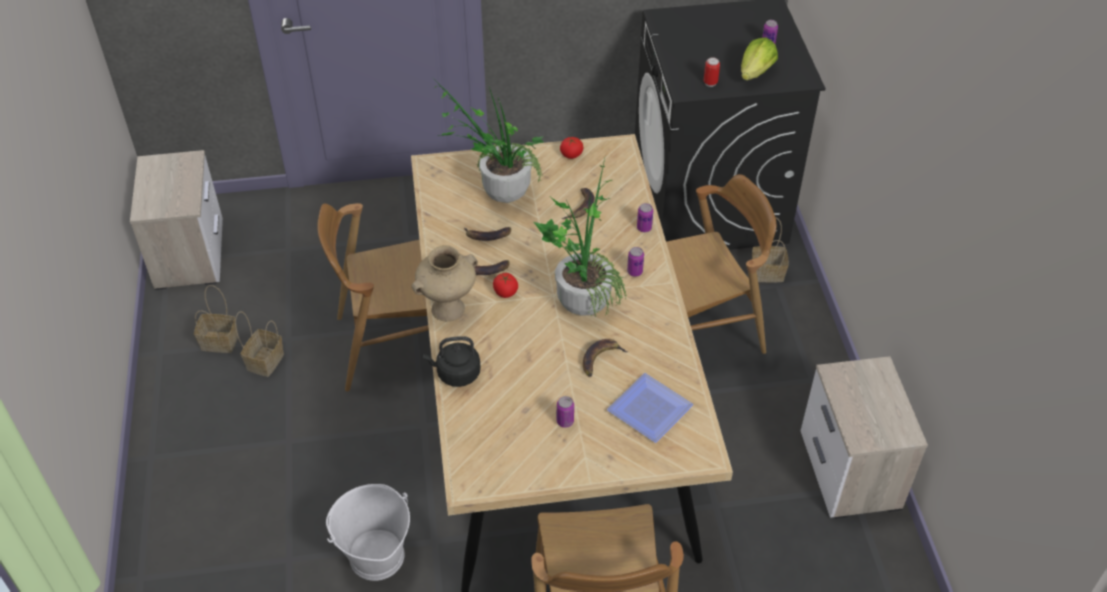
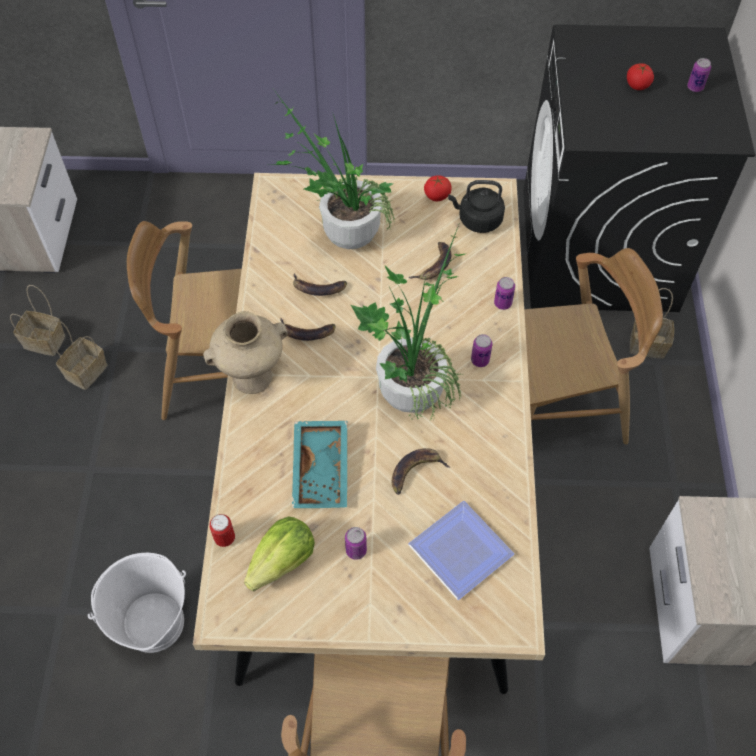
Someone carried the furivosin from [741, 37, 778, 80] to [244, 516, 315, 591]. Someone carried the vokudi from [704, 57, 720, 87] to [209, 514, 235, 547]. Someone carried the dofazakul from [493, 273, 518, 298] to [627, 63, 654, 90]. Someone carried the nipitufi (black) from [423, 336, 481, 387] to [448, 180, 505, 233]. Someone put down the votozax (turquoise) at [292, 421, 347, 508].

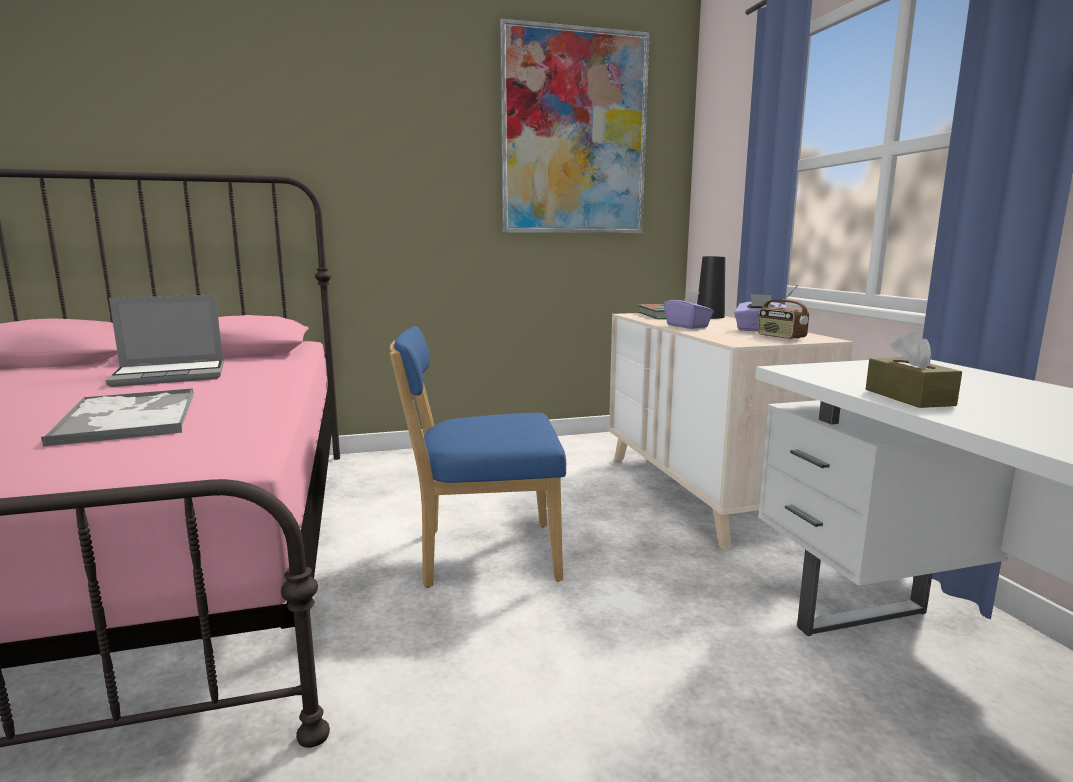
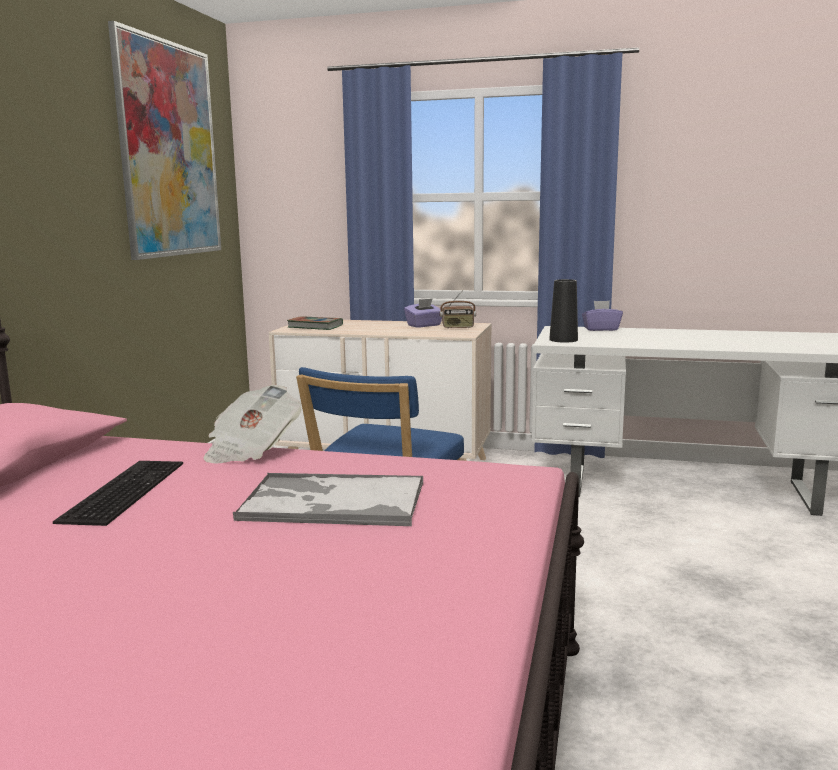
Someone carried the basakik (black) from [697, 256, 726, 319] to [549, 279, 578, 343]. Someone carried the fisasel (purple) from [664, 291, 714, 329] to [582, 300, 623, 331]. Someone swapped the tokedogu at [106, 295, 223, 387] for the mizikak at [53, 461, 183, 526]. Someone took away the fisasel (brown) at [866, 332, 962, 408]. Someone put down the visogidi at [203, 385, 301, 464].

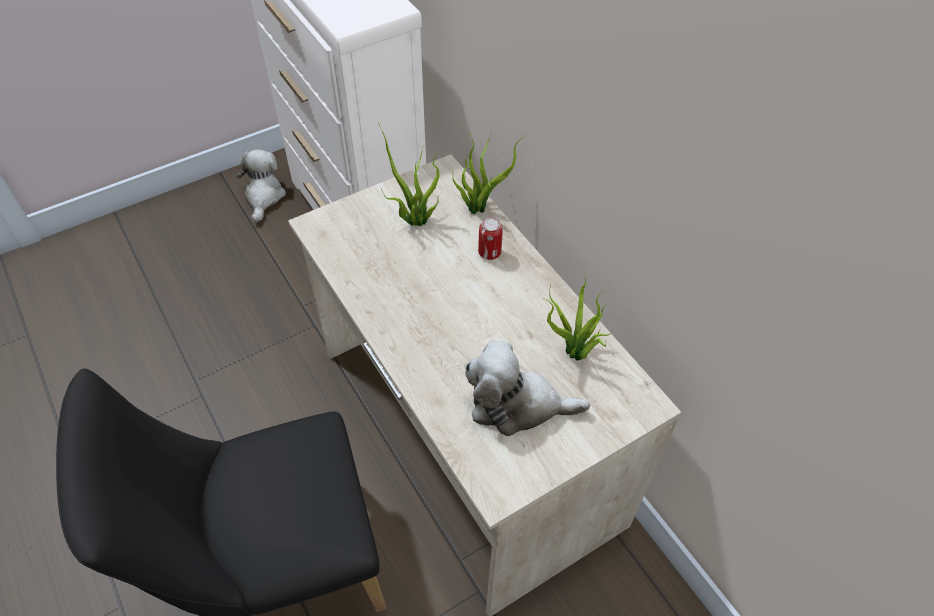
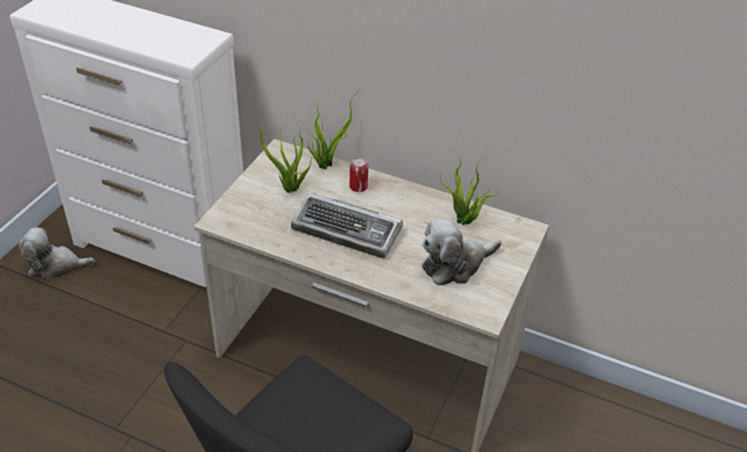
Someone rotated the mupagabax at [236, 150, 286, 222] by 60 degrees counterclockwise. Someone put down the mizikak at [291, 192, 403, 258].

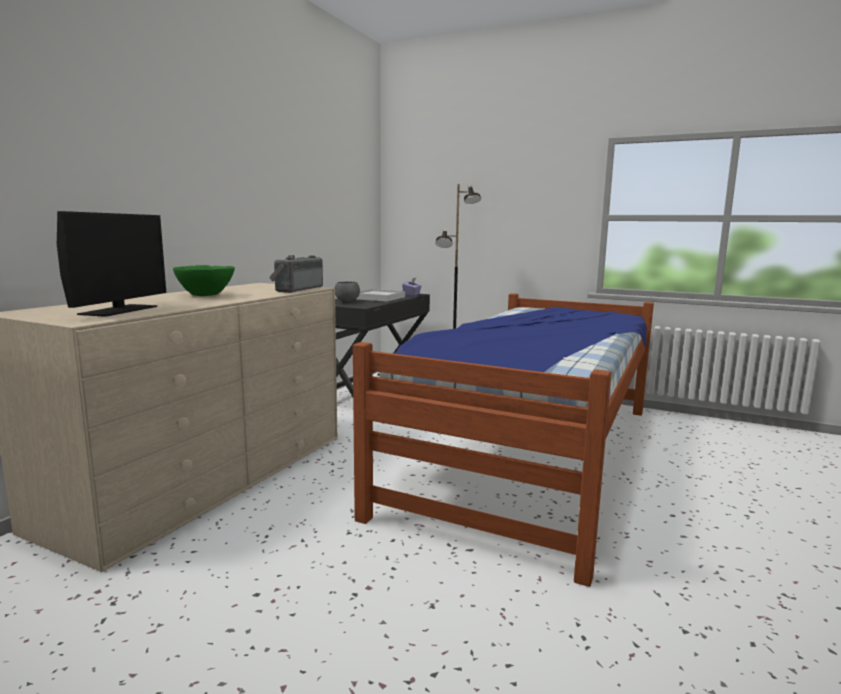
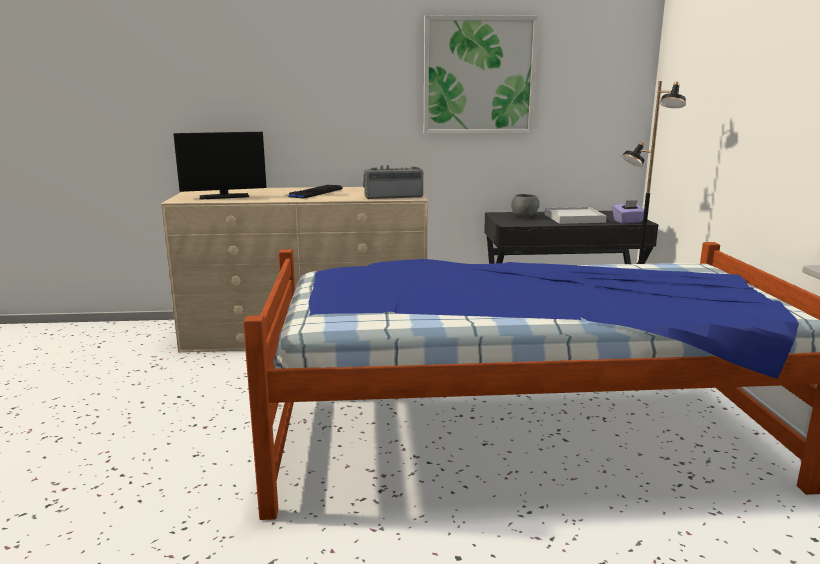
Someone swapped the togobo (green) at [173, 265, 235, 296] for the mizikak at [286, 185, 343, 199]. Someone put up the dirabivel at [424, 15, 539, 134].

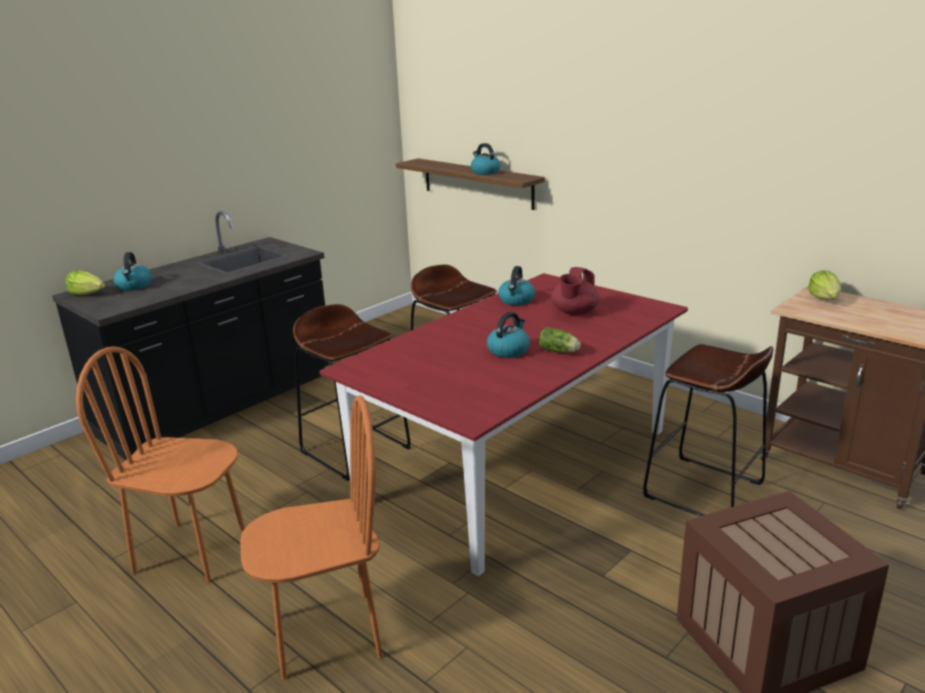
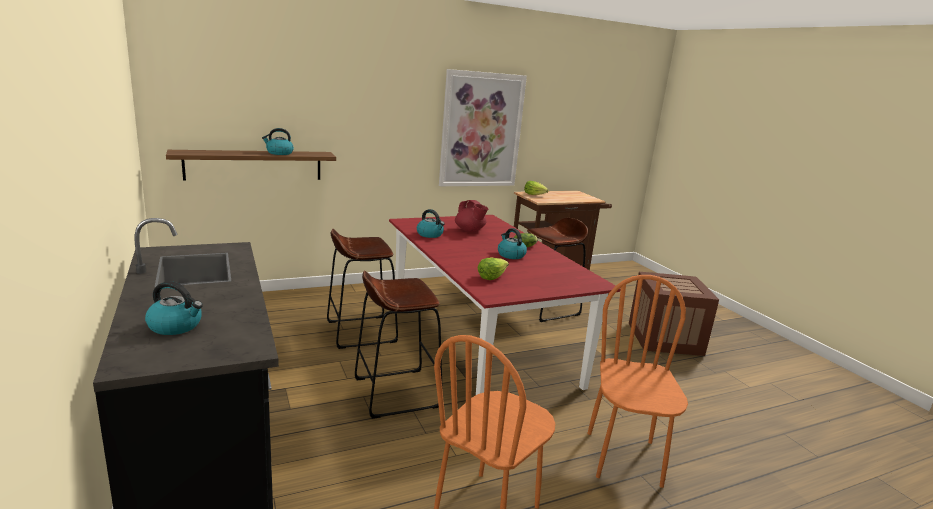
Someone carried the furivosin from [65, 270, 105, 295] to [478, 257, 509, 280]. Someone put up the dirabivel at [439, 69, 527, 186].

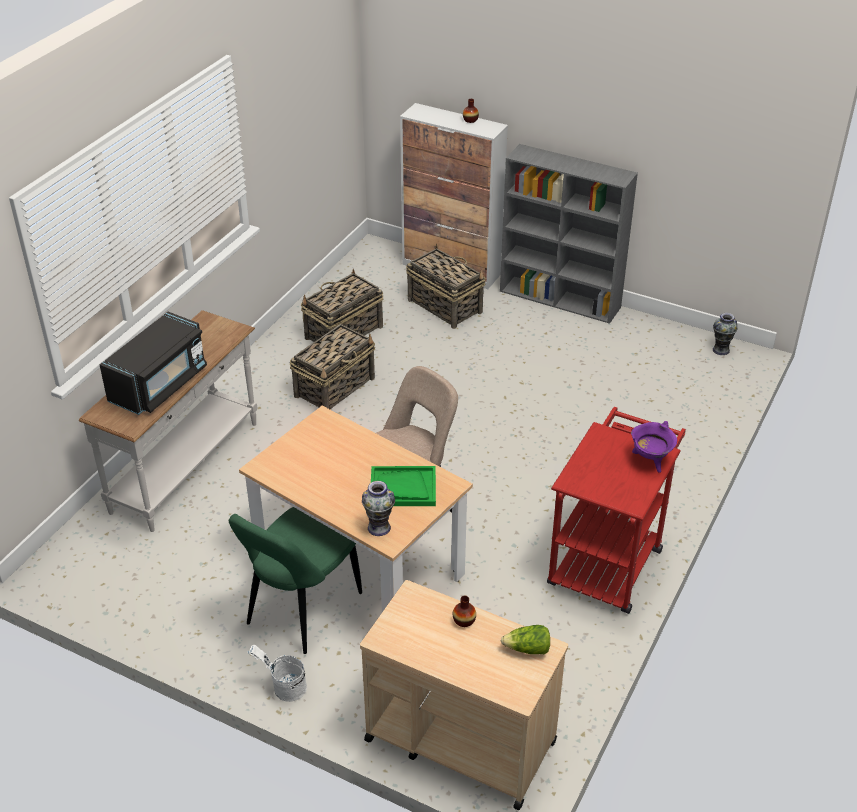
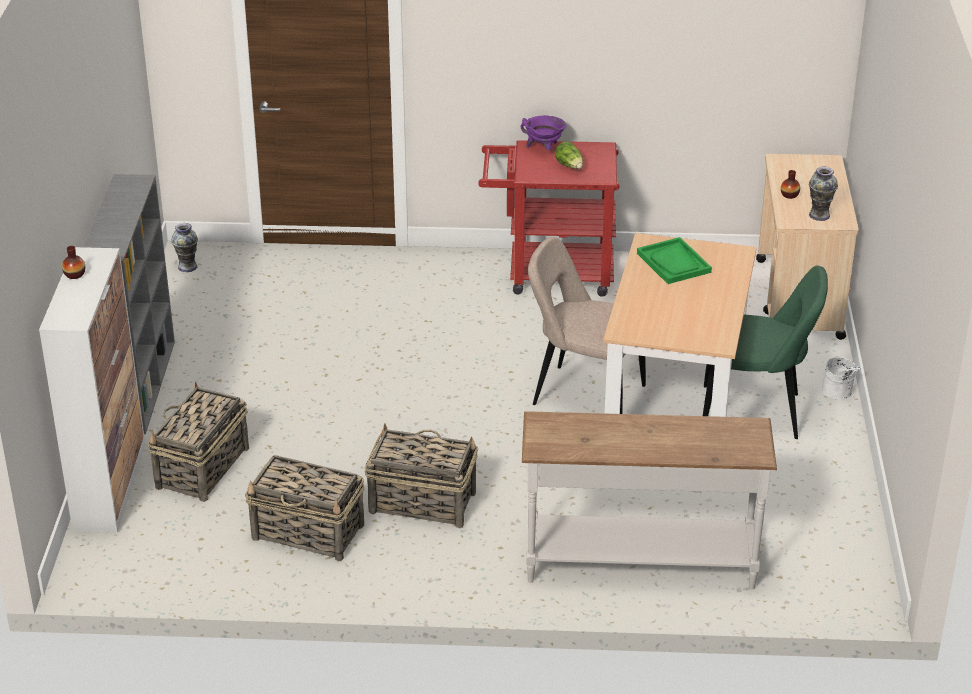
Someone took away the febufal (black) at [100, 312, 207, 415]. Someone carried the basakik from [362, 481, 395, 536] to [809, 166, 838, 221]. Someone carried the furivosin from [501, 625, 550, 654] to [555, 141, 583, 169].

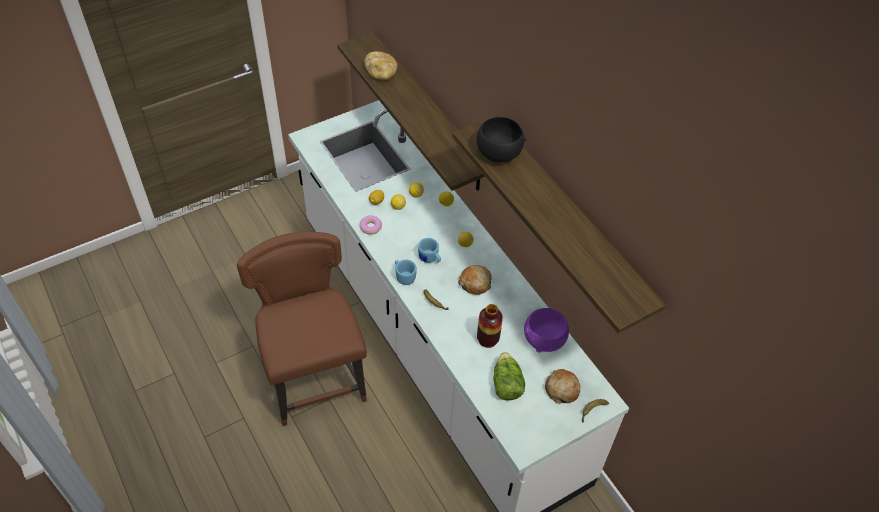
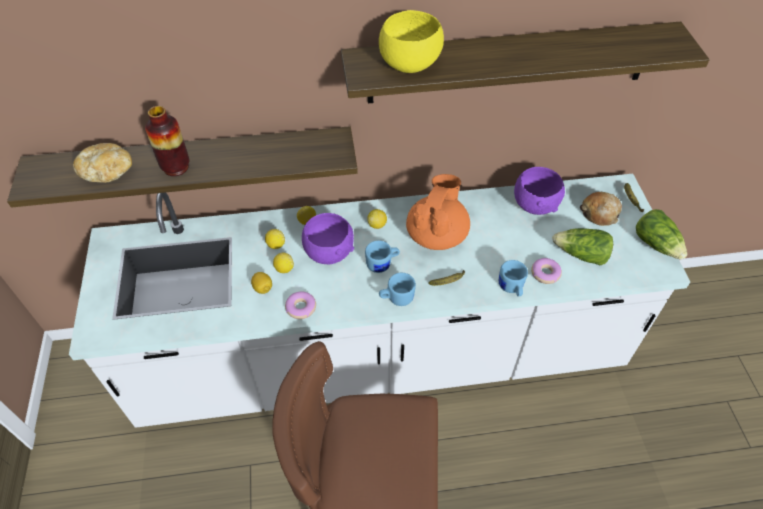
Someone repainted the togobo (black) at [477, 117, 526, 162], which became the togobo (yellow) at [379, 10, 444, 73]. Someone swapped the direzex at [458, 265, 492, 295] for the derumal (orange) at [406, 174, 470, 250]. Someone carried the basakik from [477, 304, 503, 348] to [145, 106, 189, 176]. Someone put down the furivosin at [636, 209, 687, 260]. Someone put down the togobo (purple) at [302, 213, 354, 264]. Someone put down the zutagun at [531, 258, 562, 284]. Someone put down the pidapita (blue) at [499, 260, 528, 297].

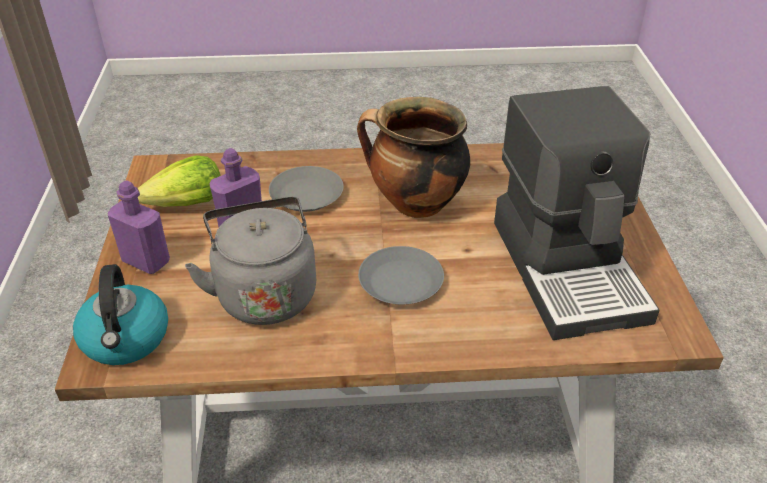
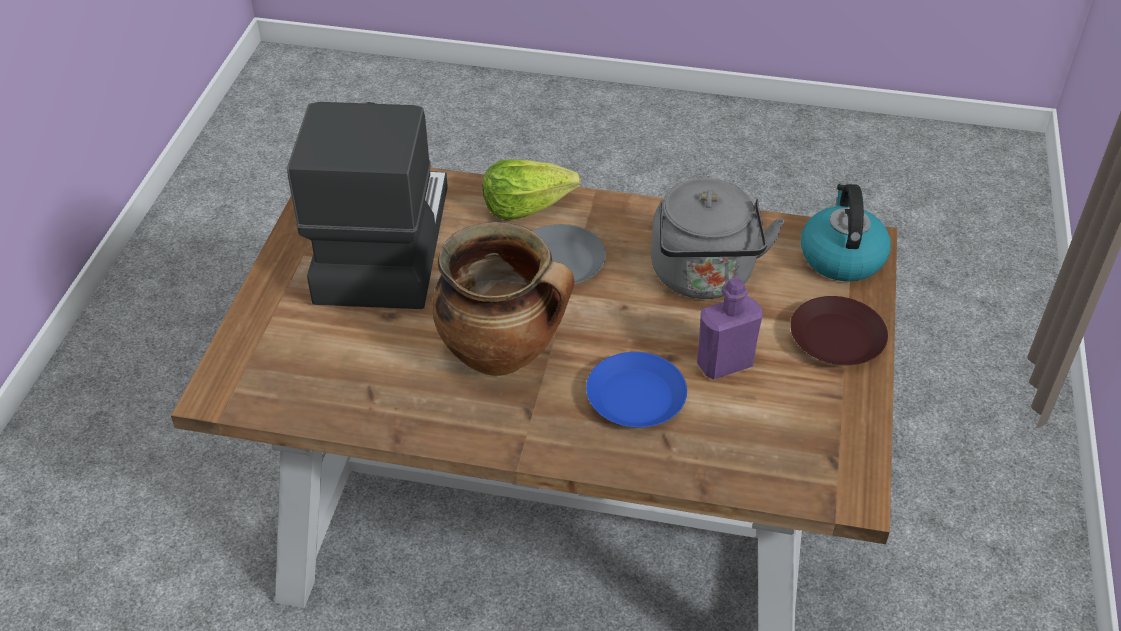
Someone carried the furivosin from [138, 155, 220, 207] to [483, 160, 581, 220]. Someone repainted the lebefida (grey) at [269, 166, 344, 212], which became the lebefida (blue) at [586, 352, 687, 427]. Someone swapped the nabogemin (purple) at [108, 181, 170, 274] for the lebefida (brown) at [790, 296, 888, 365].

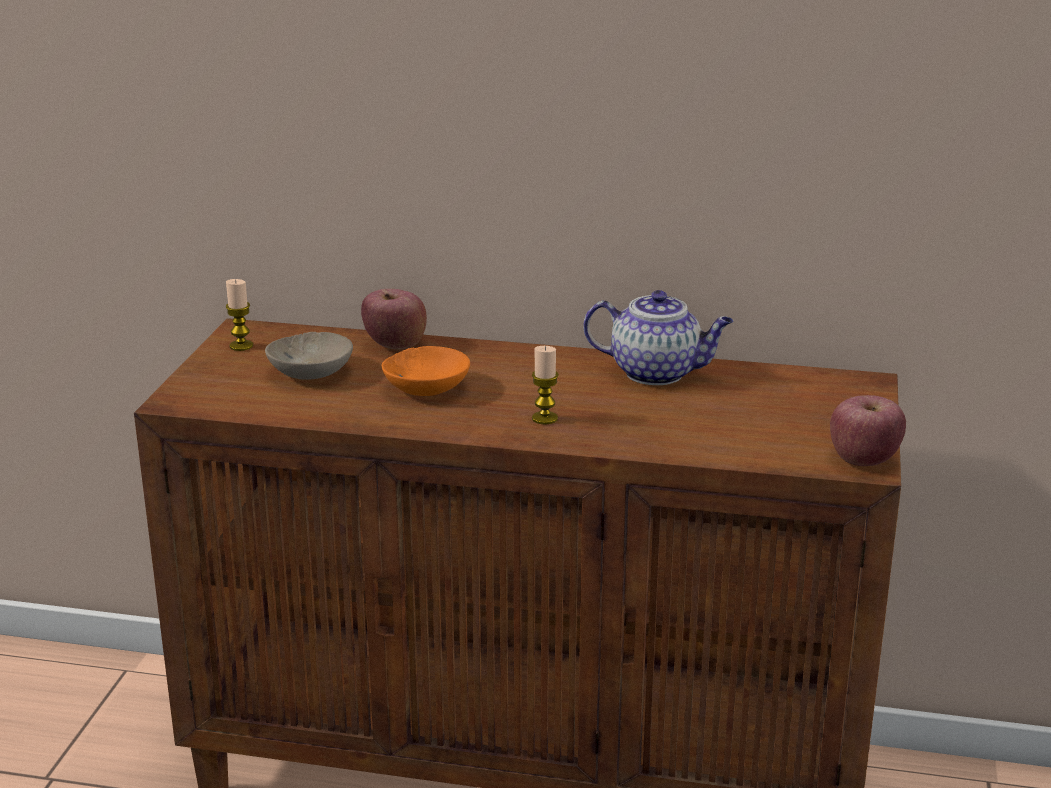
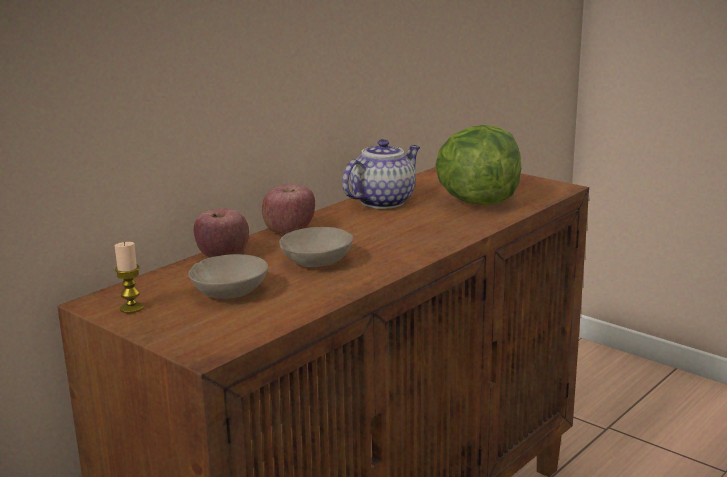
Someone repainted the togobo (orange) at [382, 346, 470, 396], which became the togobo (beige) at [279, 227, 353, 267]. Someone took away the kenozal at [532, 346, 559, 424]. Someone carried the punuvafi from [830, 395, 906, 466] to [262, 184, 315, 234]. Someone put down the furivosin at [435, 125, 521, 205].

